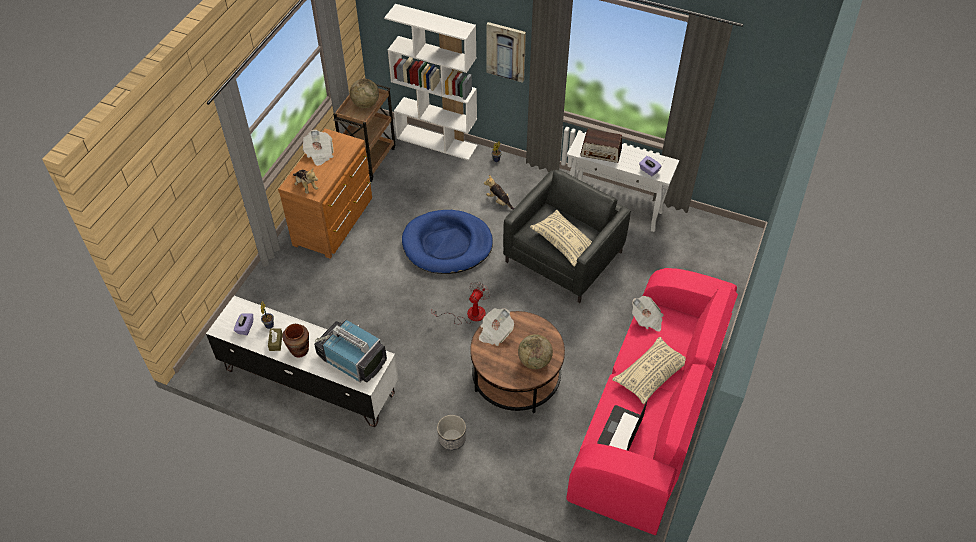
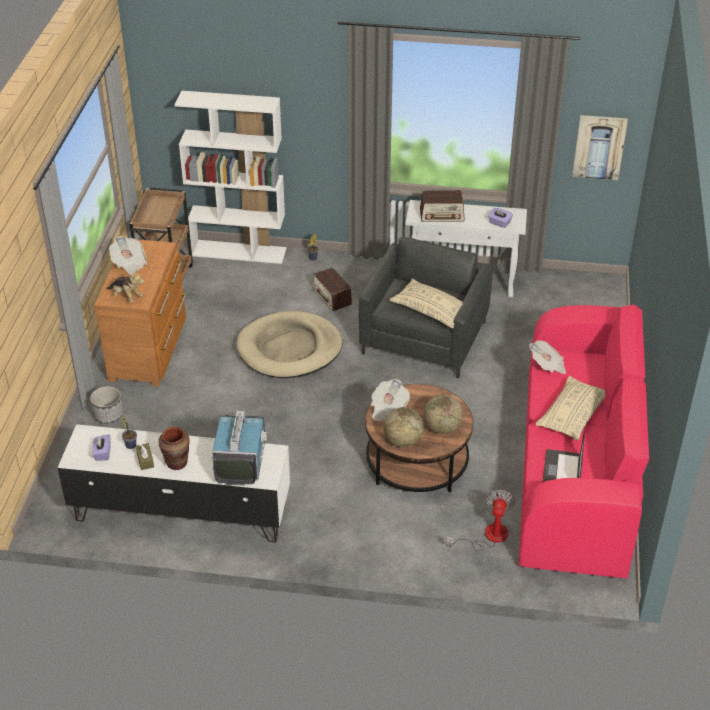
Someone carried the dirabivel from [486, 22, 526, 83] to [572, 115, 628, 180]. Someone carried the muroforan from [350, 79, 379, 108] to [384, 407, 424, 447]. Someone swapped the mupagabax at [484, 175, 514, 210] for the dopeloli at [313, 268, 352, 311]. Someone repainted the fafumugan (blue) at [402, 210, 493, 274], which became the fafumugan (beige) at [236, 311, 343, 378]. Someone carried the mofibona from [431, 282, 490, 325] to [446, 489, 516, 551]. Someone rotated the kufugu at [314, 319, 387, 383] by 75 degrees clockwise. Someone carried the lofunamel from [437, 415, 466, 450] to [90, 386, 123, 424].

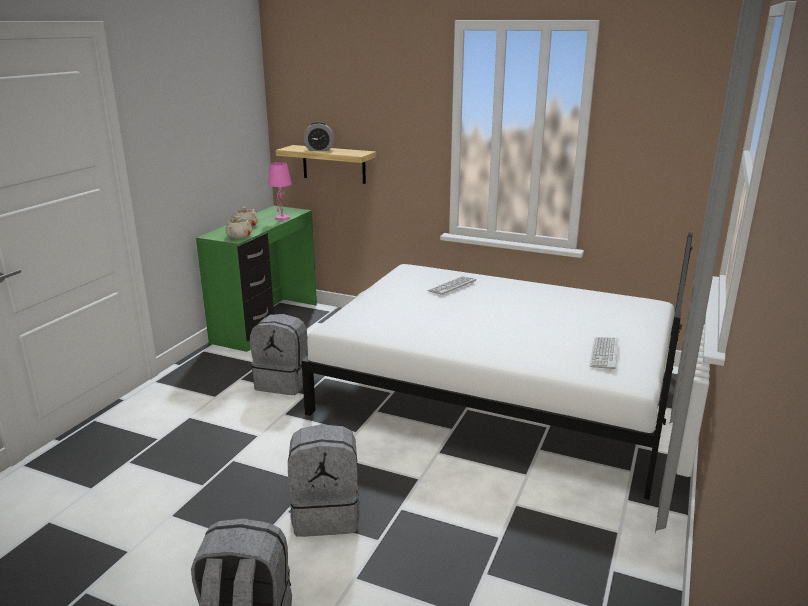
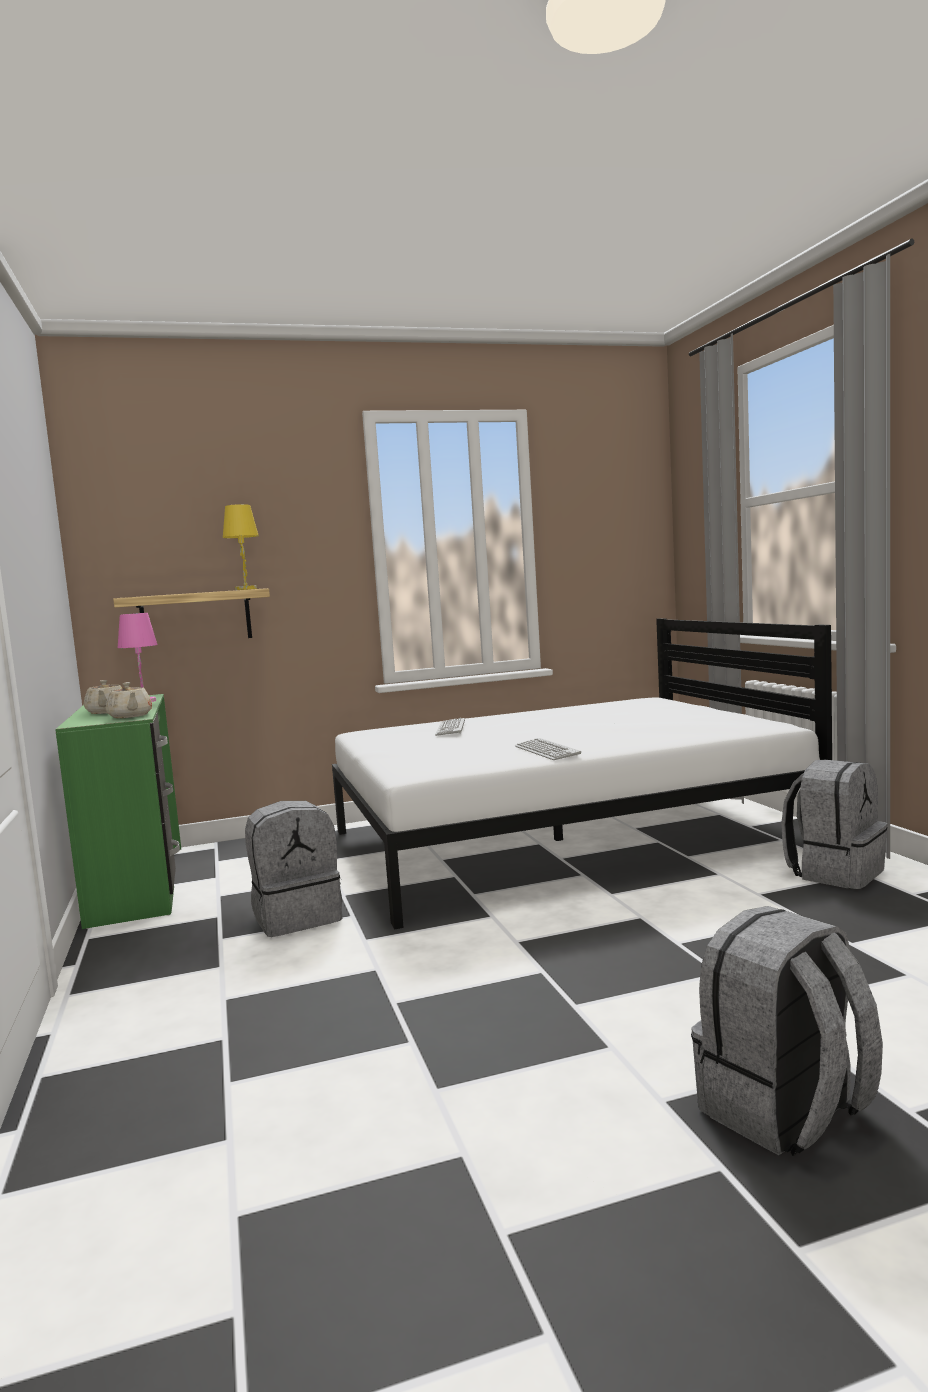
Someone took away the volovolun at [304, 122, 334, 151]. Someone carried the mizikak from [589, 337, 618, 369] to [515, 738, 581, 760]. Someone carried the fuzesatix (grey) from [288, 424, 360, 537] to [781, 760, 888, 889]. Someone put down the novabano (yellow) at [223, 504, 259, 590].

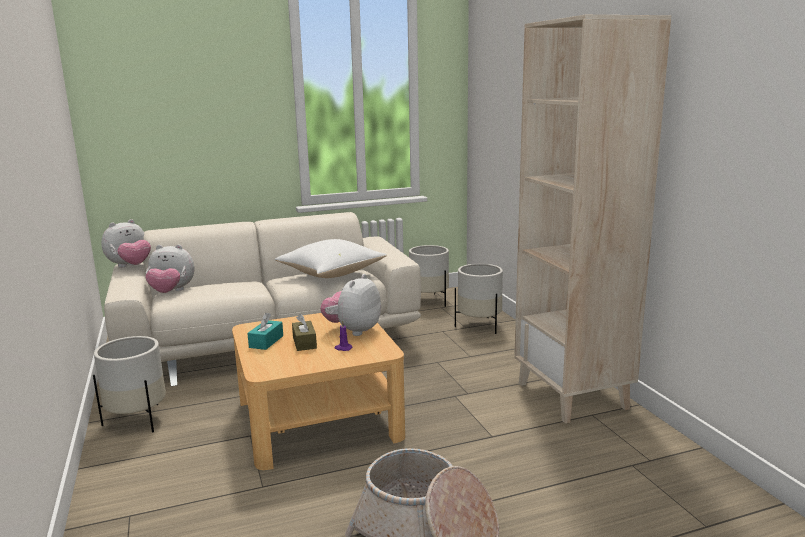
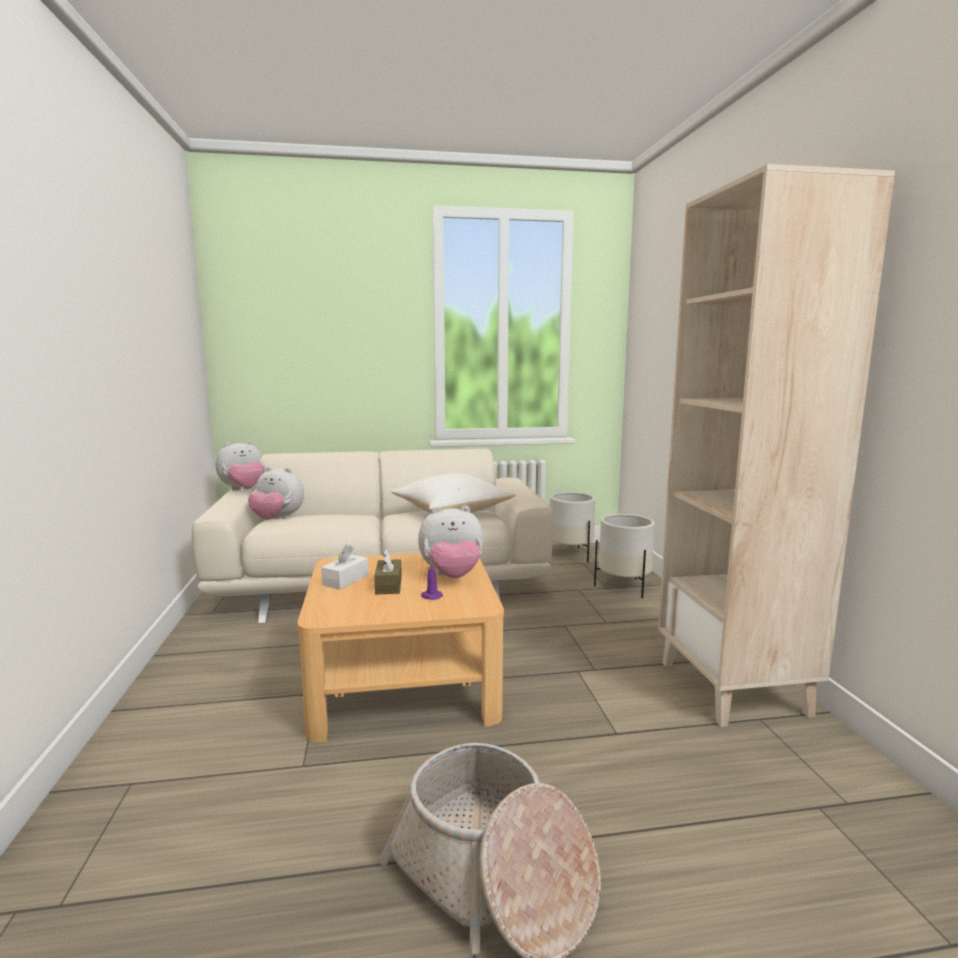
Someone rotated the mupagabax at [321, 274, 381, 336] by 135 degrees counterclockwise. Someone repainted the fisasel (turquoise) at [247, 313, 283, 350], which became the fisasel (white) at [321, 545, 368, 590]. Someone took away the lofunamel (white) at [93, 336, 166, 433].

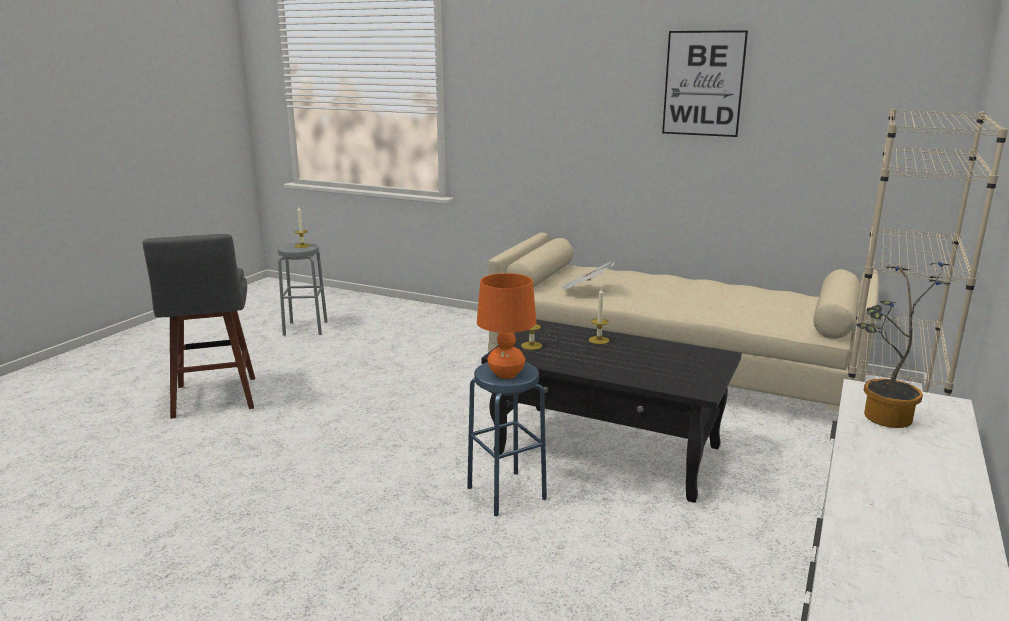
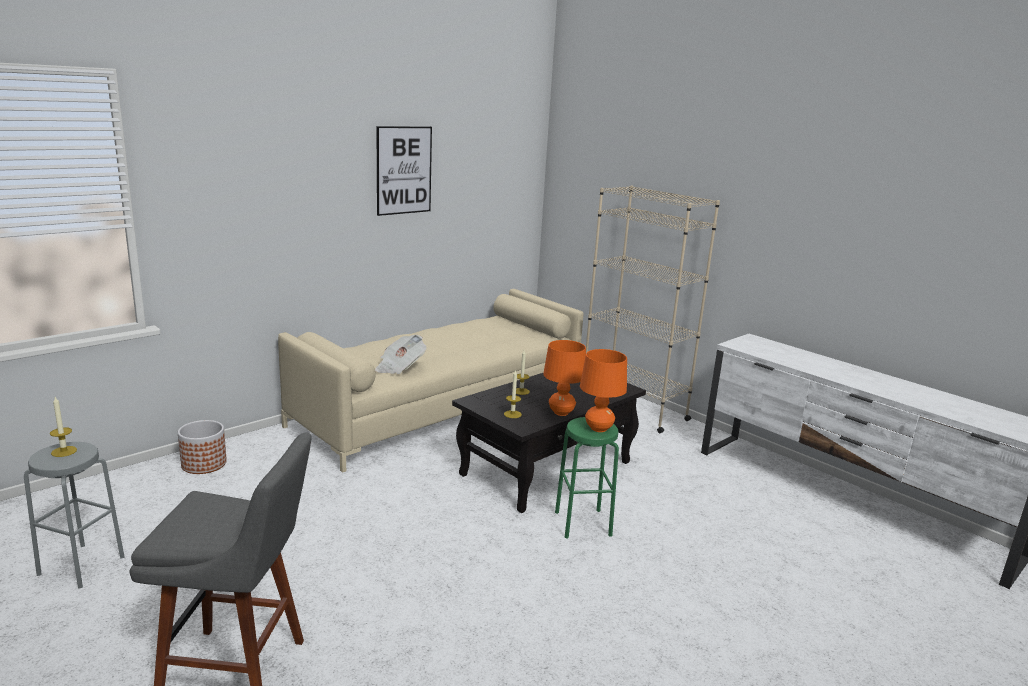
Someone took away the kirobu at [856, 262, 950, 428]. Someone repainted the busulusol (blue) at [467, 362, 547, 516], which became the busulusol (green) at [555, 417, 619, 539]. Someone put down the novabano (orange) at [543, 340, 586, 416]. Someone put down the lofunamel at [178, 420, 227, 474].

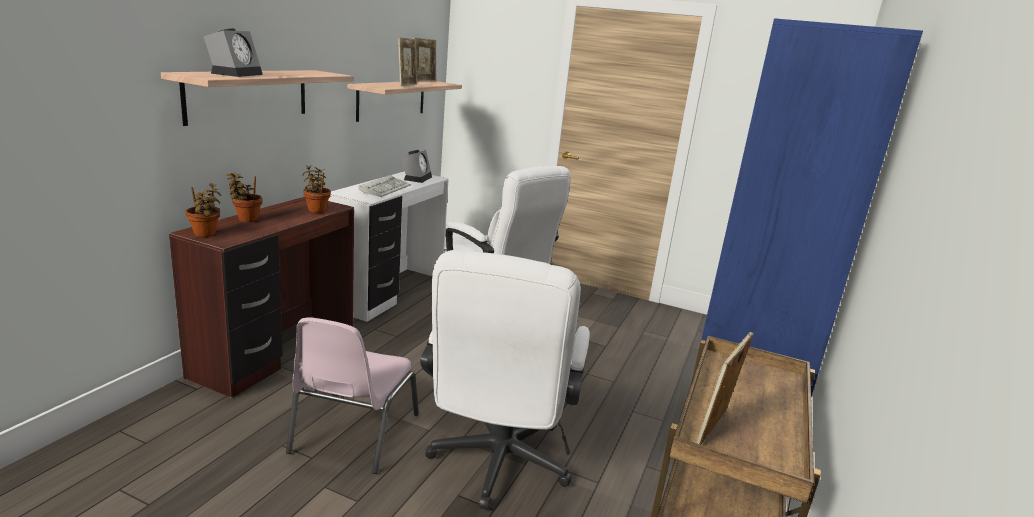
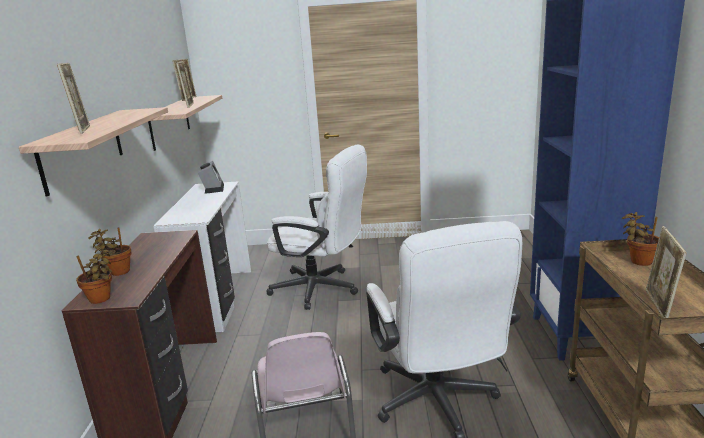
Someone swapped the volovolun at [204, 28, 263, 77] for the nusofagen at [57, 63, 90, 134]. Someone carried the kirobu from [303, 165, 331, 213] to [622, 212, 659, 266]. Someone took away the mizikak at [358, 175, 411, 197].

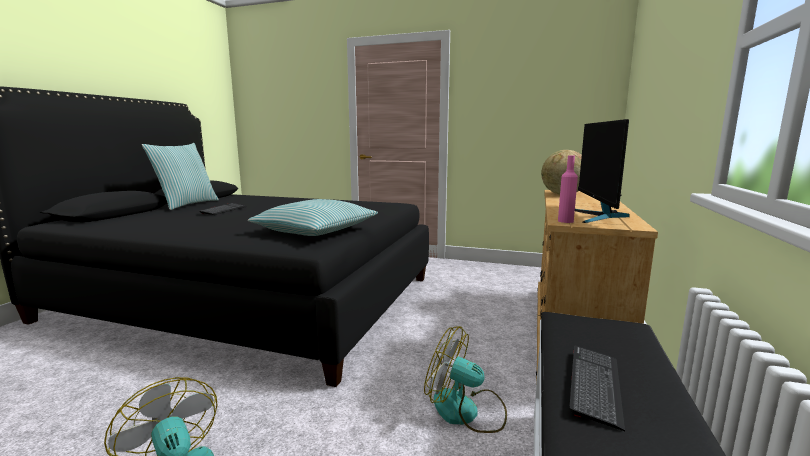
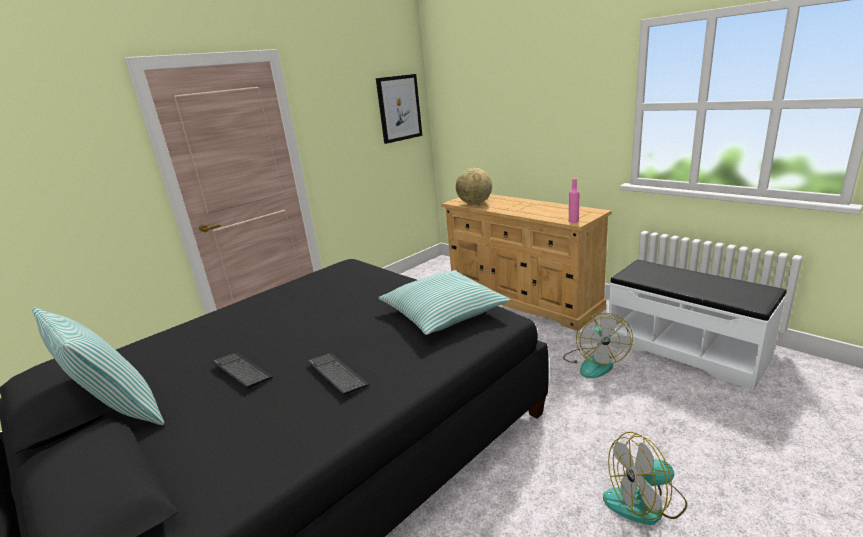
Someone took away the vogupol at [575, 119, 629, 223]. Someone rotated the mofibona at [424, 326, 507, 433] by 45 degrees counterclockwise. Someone carried the mizikak from [569, 346, 625, 431] to [307, 353, 370, 396]. Someone put up the dirabivel at [376, 74, 422, 144].

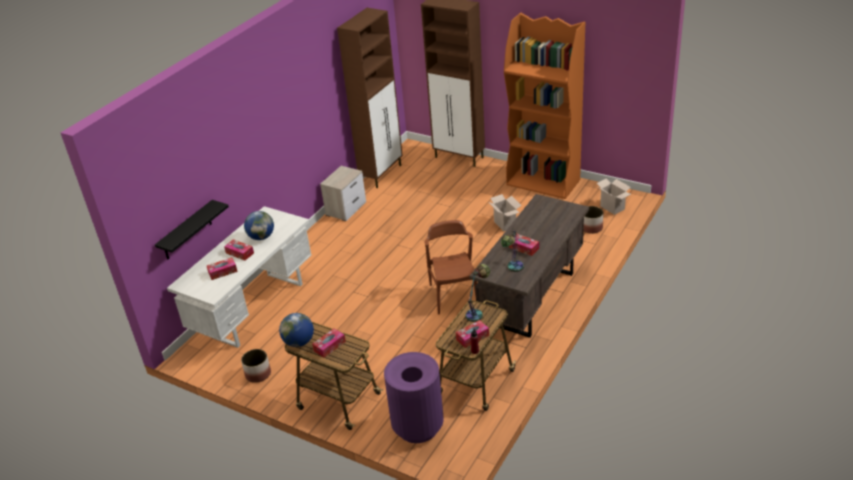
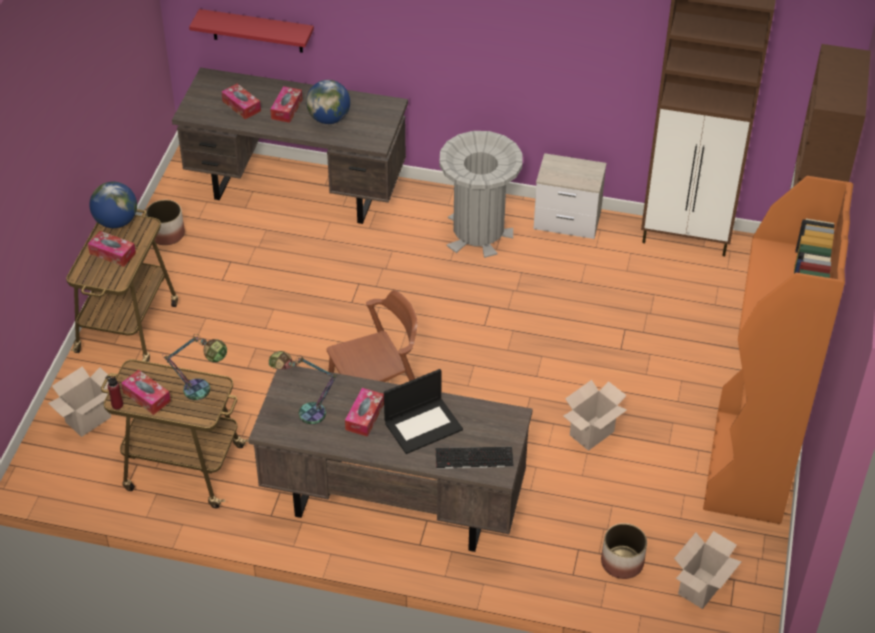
Someone repainted the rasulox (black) at [155, 200, 229, 259], which became the rasulox (red) at [189, 9, 314, 53]. Someone repainted the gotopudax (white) at [167, 206, 311, 348], which became the gotopudax (brown) at [172, 68, 408, 224]. Someone swapped the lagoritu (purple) at [384, 352, 444, 443] for the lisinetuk at [48, 366, 112, 437]. Someone put down the lagoritu (grey) at [439, 131, 522, 258]. Someone put down the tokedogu at [384, 369, 463, 454]. Someone put down the mizikak at [436, 447, 514, 469].

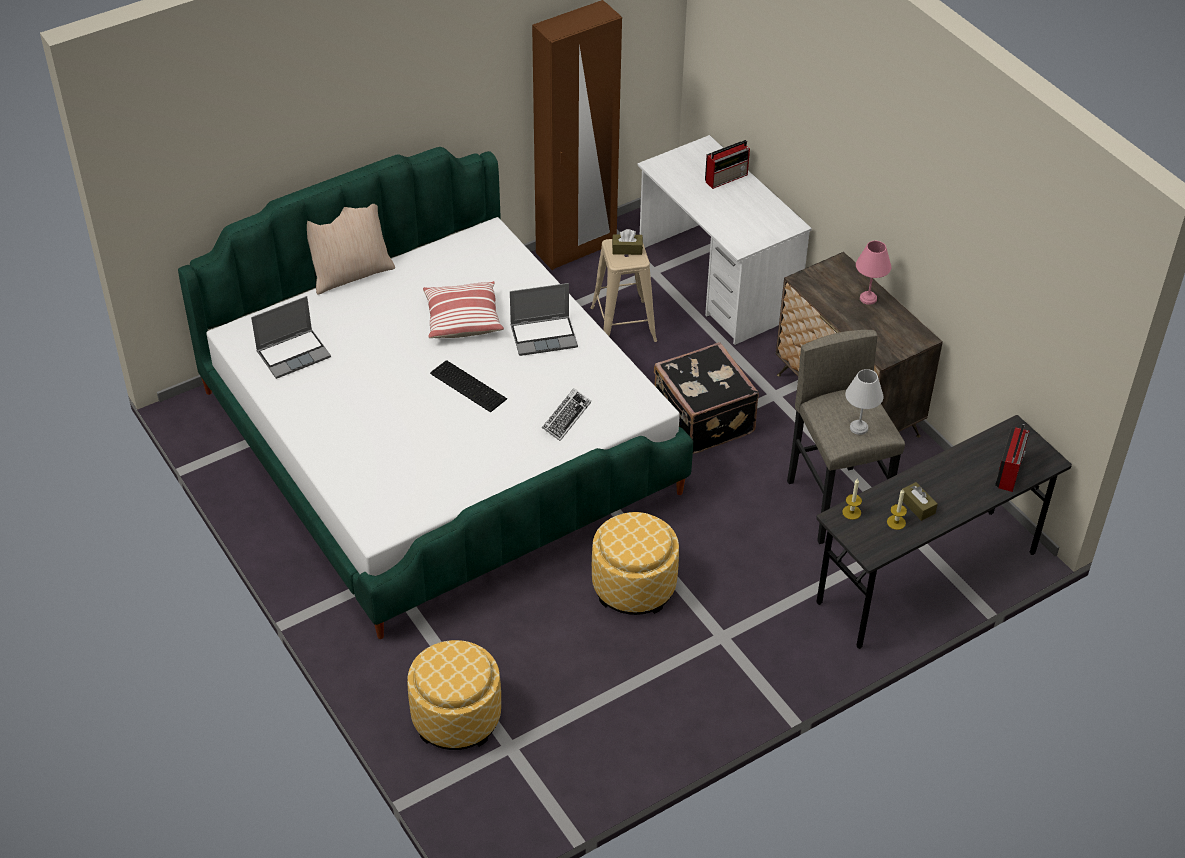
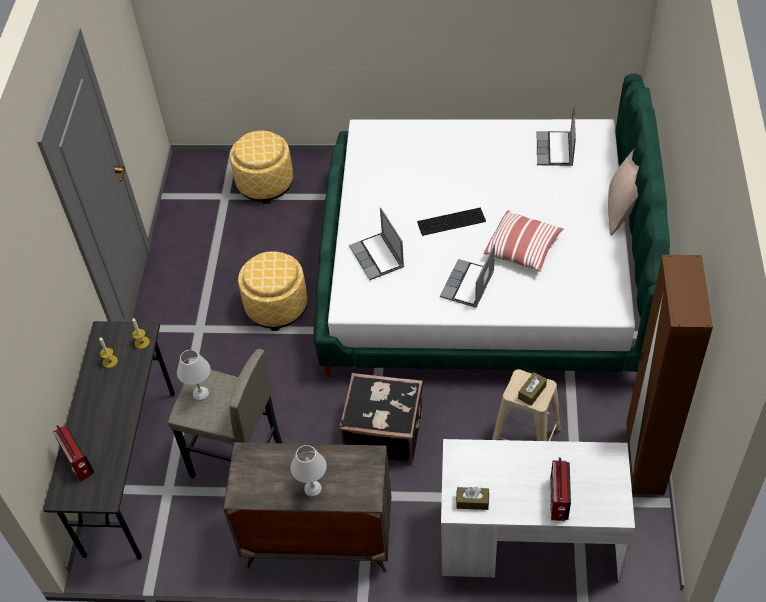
Someone repainted the novabano (pink) at [856, 241, 891, 305], which became the novabano (white) at [290, 445, 327, 497]. Someone swapped the mizikak at [542, 388, 591, 441] for the tokedogu at [349, 207, 404, 280]. Someone carried the fisasel (brown) from [903, 482, 938, 521] to [456, 487, 489, 510].

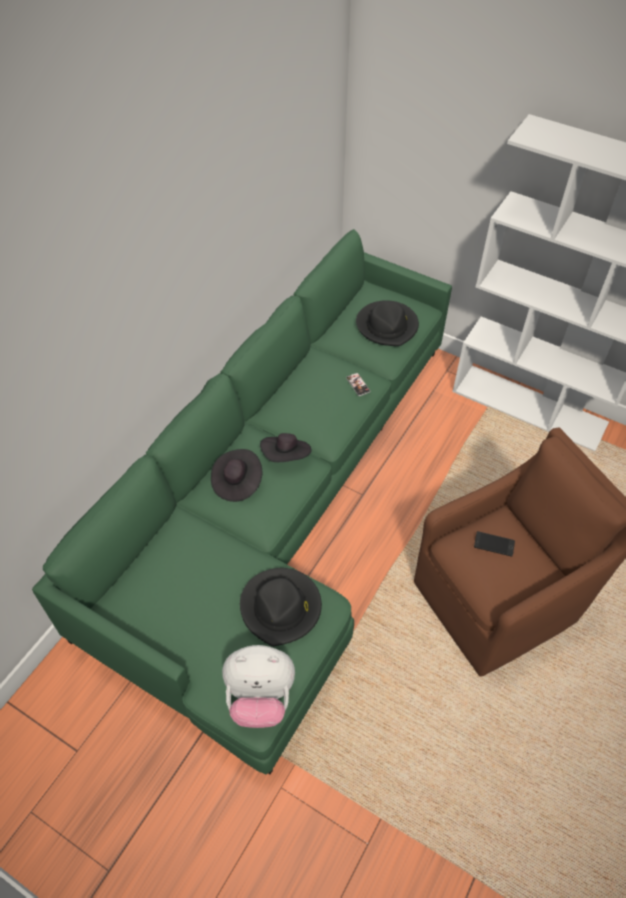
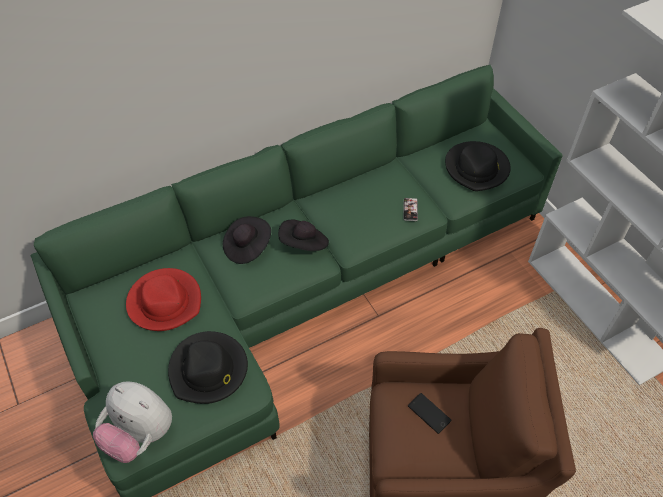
Someone put down the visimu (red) at [126, 268, 201, 331].

